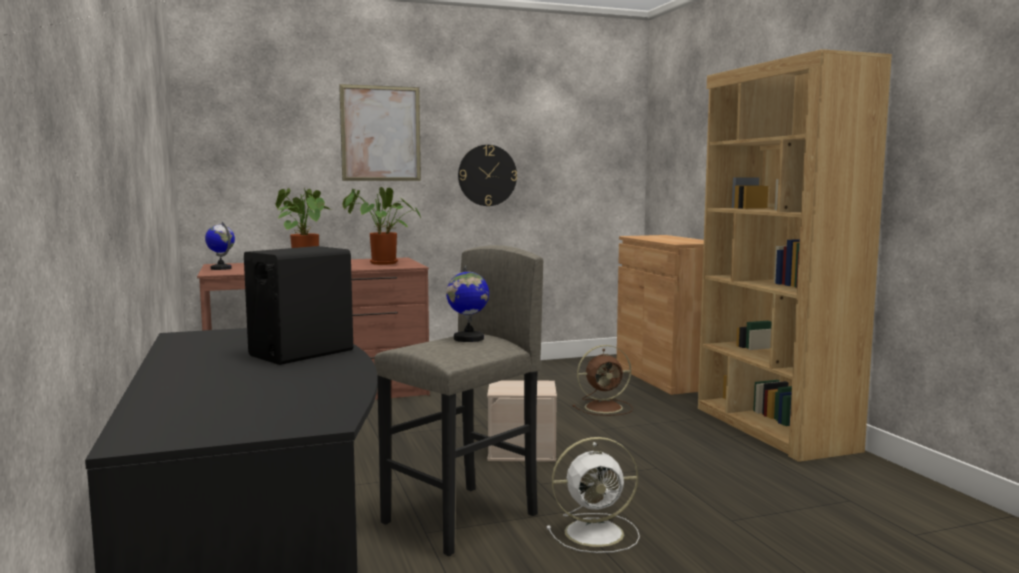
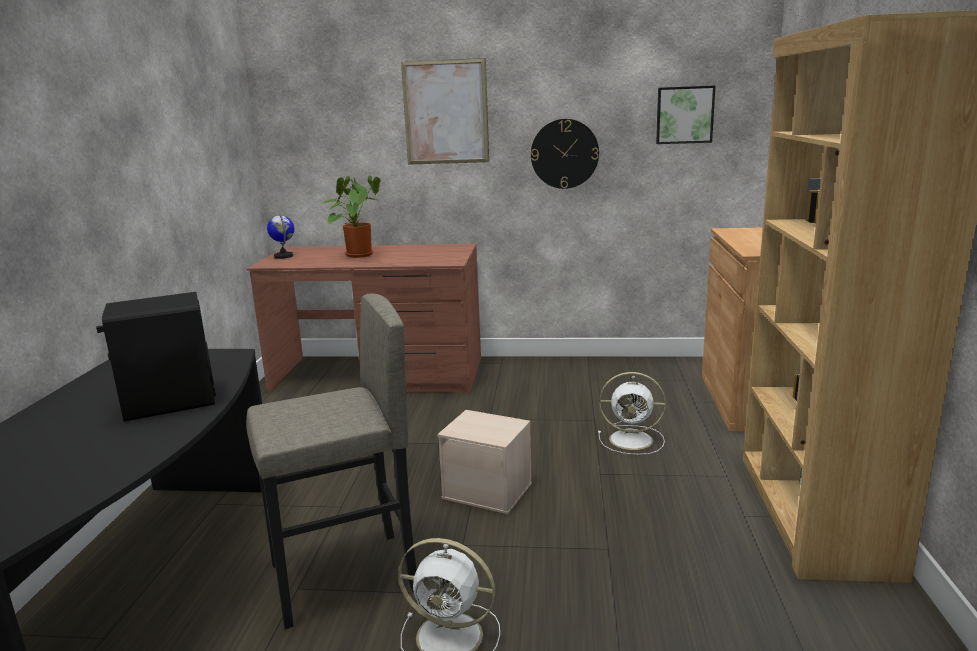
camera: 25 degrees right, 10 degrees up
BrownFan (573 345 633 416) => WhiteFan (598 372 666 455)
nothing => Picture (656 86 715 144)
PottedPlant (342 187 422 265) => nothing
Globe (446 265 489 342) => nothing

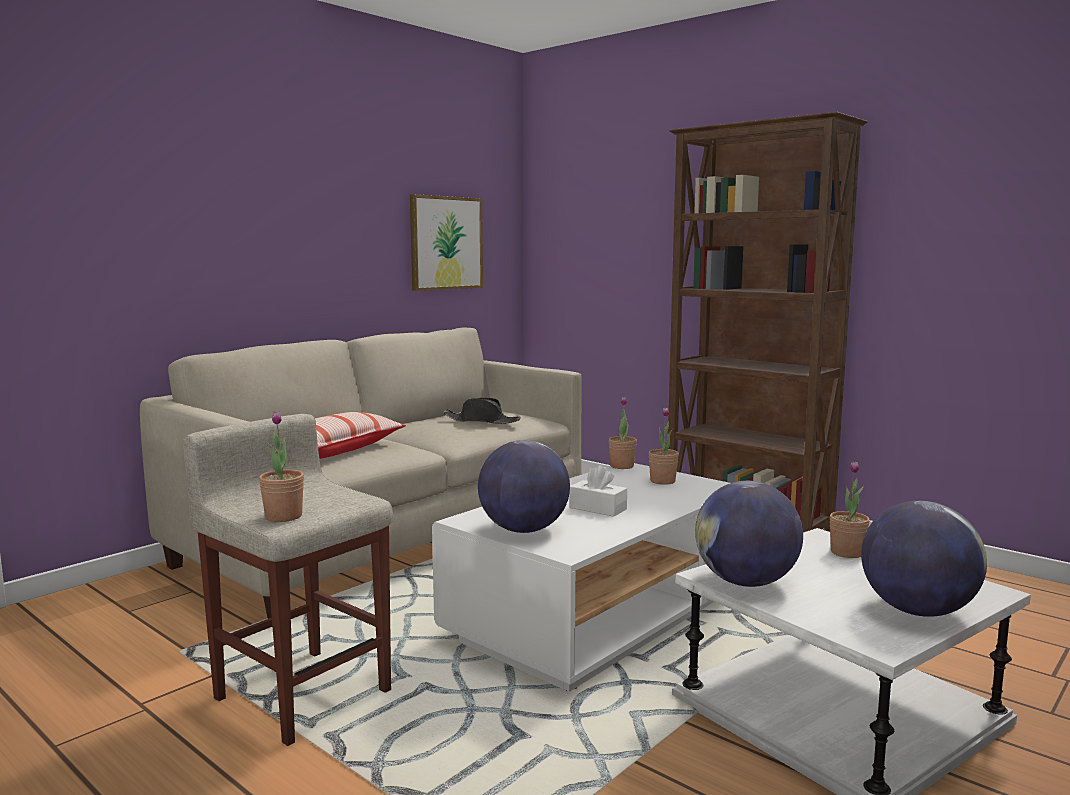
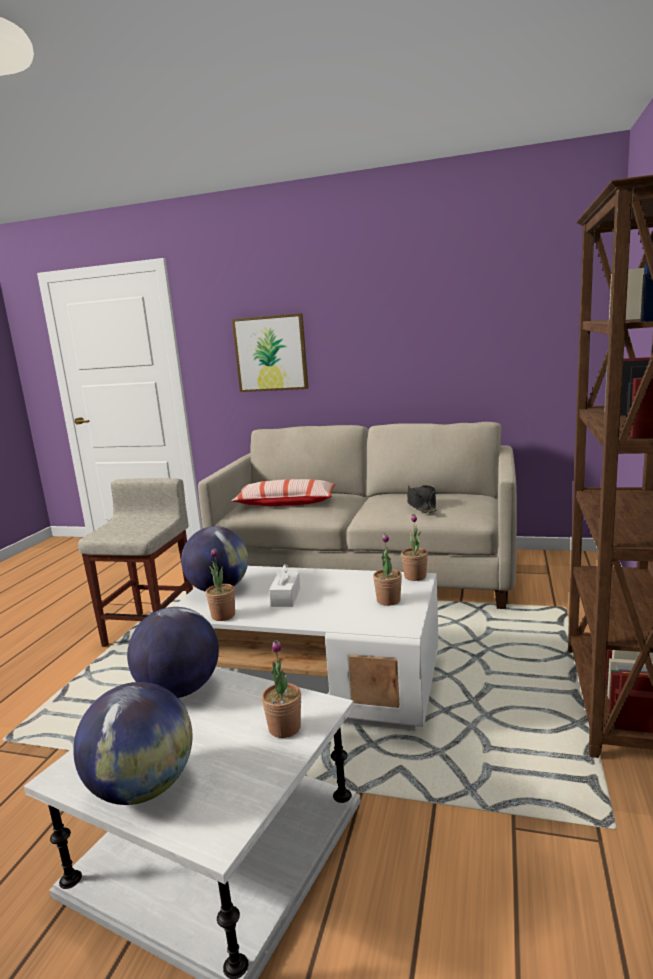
camera: 65 degrees right, 5 degrees up
PottedPlant (259 411 304 522) => PottedPlant (206 548 235 621), relocated
Picture (410 194 483 291) => Picture (232 313 309 392), relocated

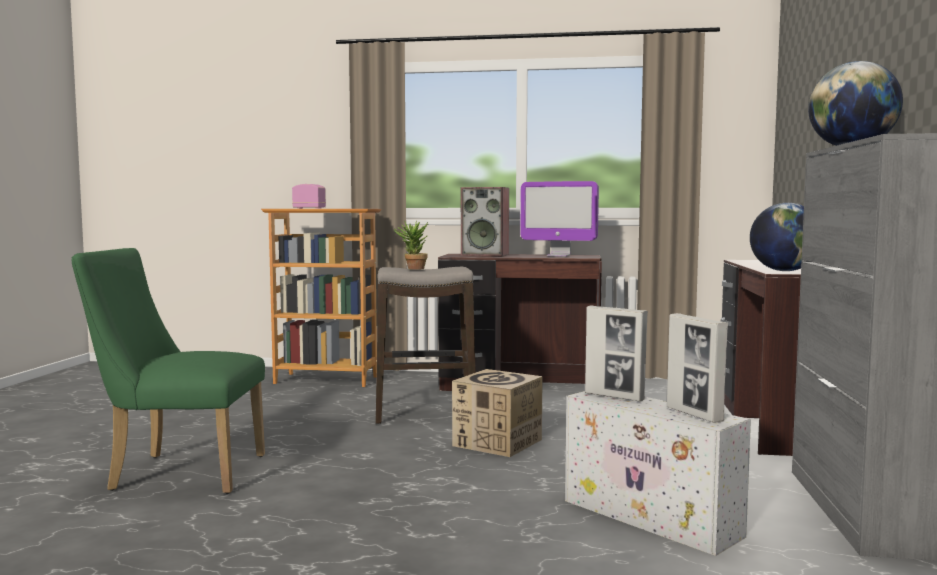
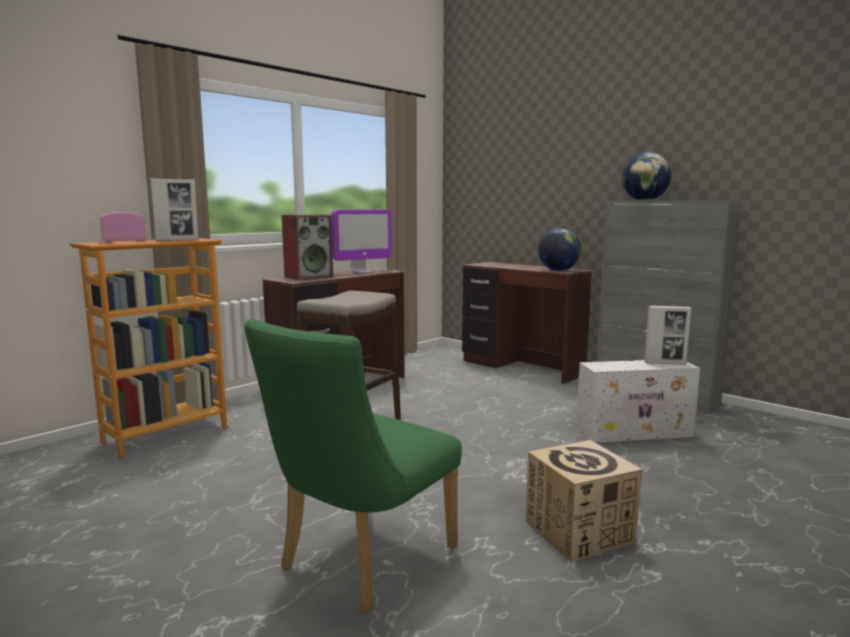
camera: 55 degrees left, 5 degrees up
PictureFrame (585 305 648 402) => PictureFrame (150 178 199 241), relocated
CardboardBox (452 369 543 457) => CardboardBox (526 440 643 562), relocated
PottedPlant (394 220 428 270) => nothing

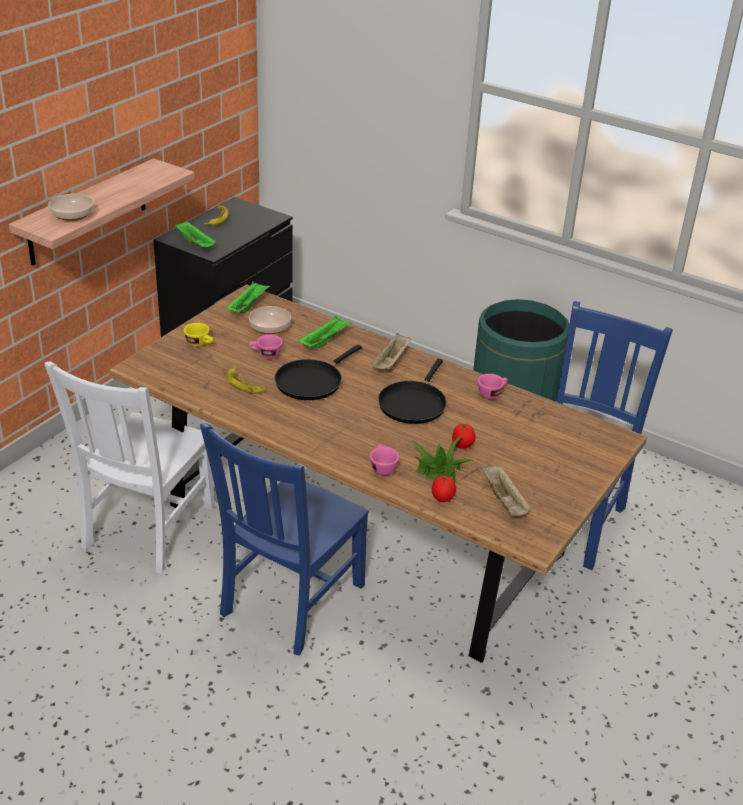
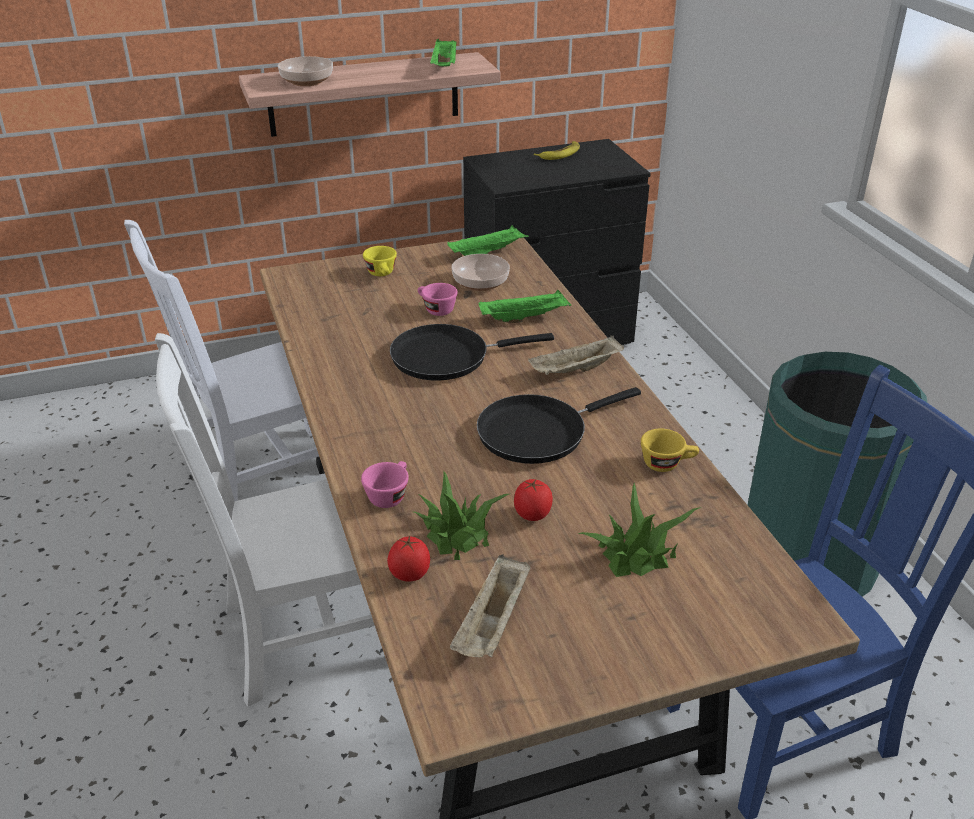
camera: 40 degrees right, 0 degrees up
BlueChair (200 423 369 656) => WhiteChair (155 333 375 707)
GreenTray (175 221 216 247) => GreenTray (430 39 457 67), relocated
nothing => PottedPlant (578 483 701 577)
PinkCup (478 374 508 399) => YellowCup (641 429 699 472)
Banana (227 366 265 394) => nothing

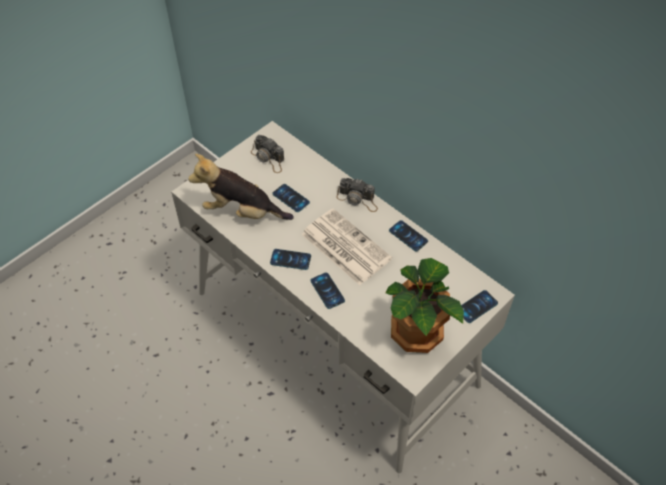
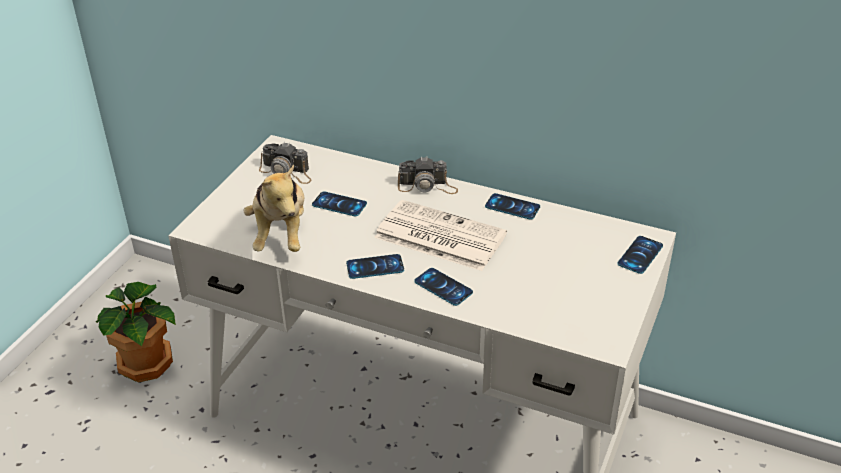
camera: 20 degrees left, 15 degrees down
PottedPlant (386 258 464 353) => PottedPlant (95 282 176 383), relocated
PlushToy (188 154 294 220) => PlushToy (244 165 304 252), 90 degrees counterclockwise

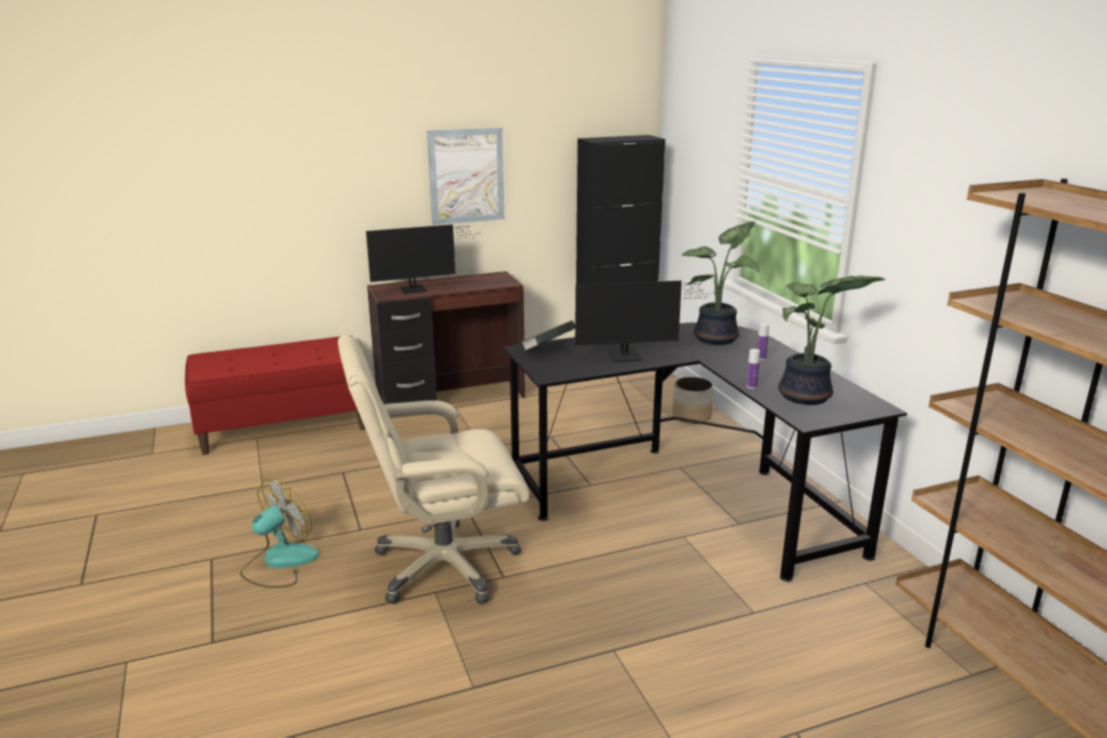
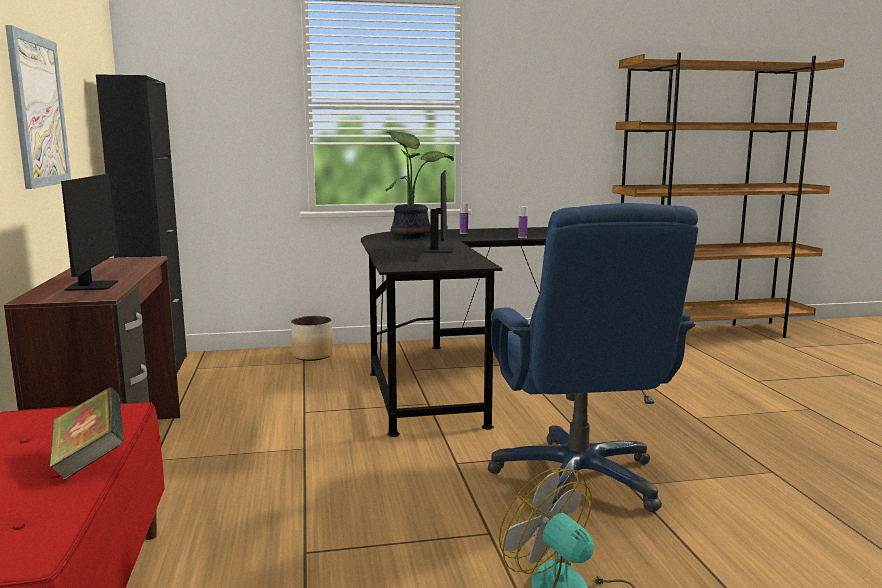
camera: 80 degrees left, 10 degrees down
Book (521 320 575 351) => Book (50 387 124 481), relocated
BeigeOfficeChair (338 335 530 604) => BlueOfficeChair (488 203 698 512)
PottedPlant (778 275 886 405) => nothing

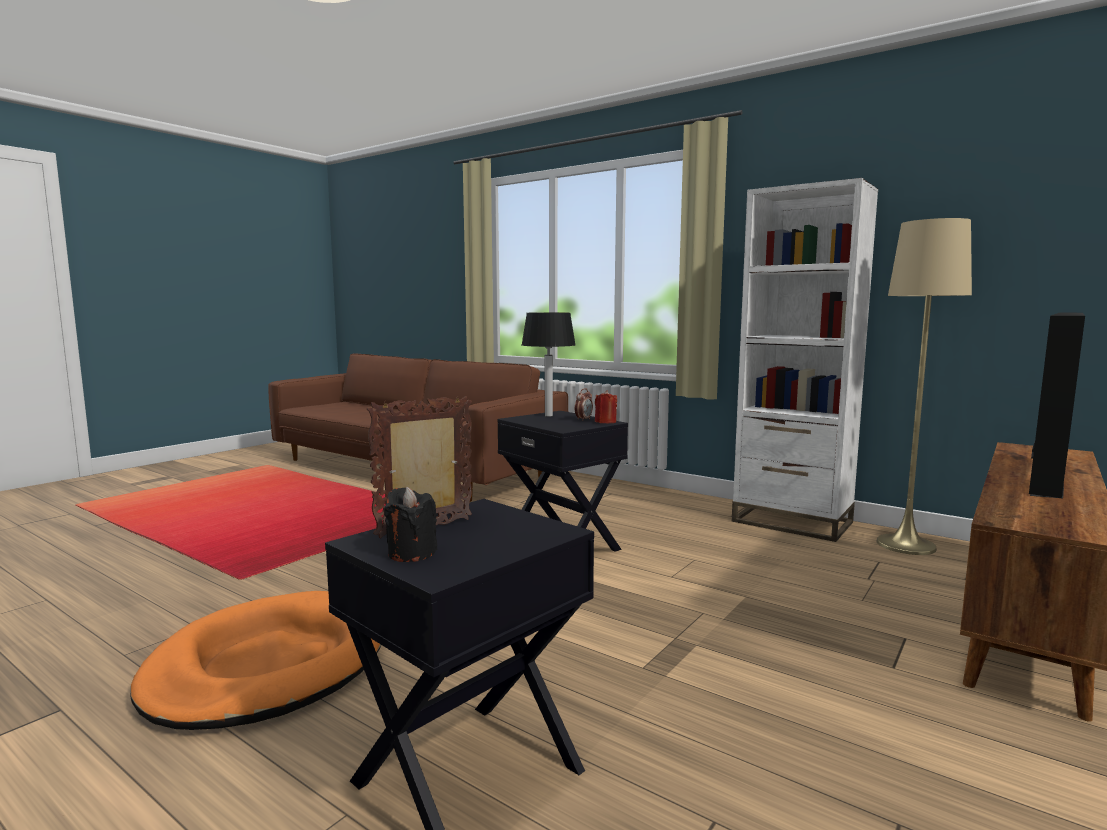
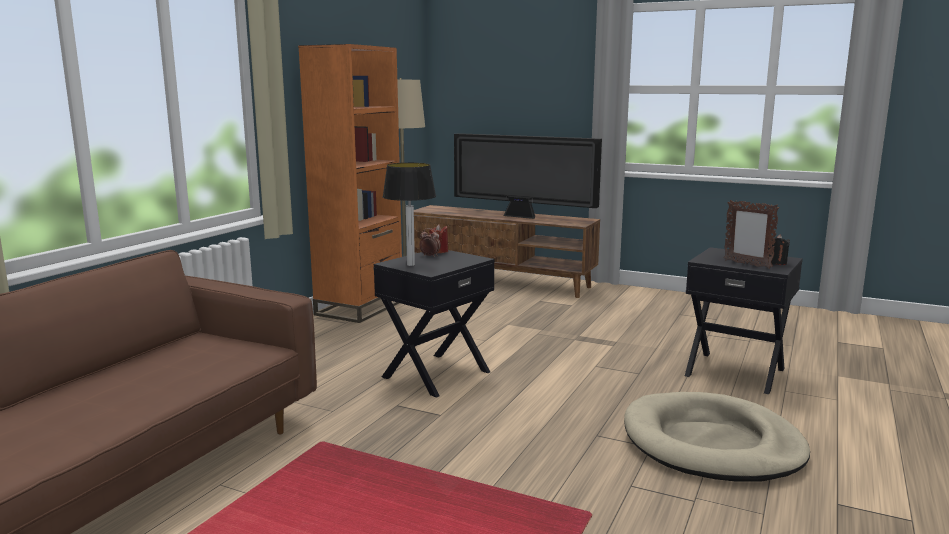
camera: 100 degrees left, 5 degrees up
WhiteBookcase (732 178 878 542) => OrangeBookcase (298 44 402 323)
OrangeDogBed (130 591 381 730) => BeigeDogBed (624 392 810 481)

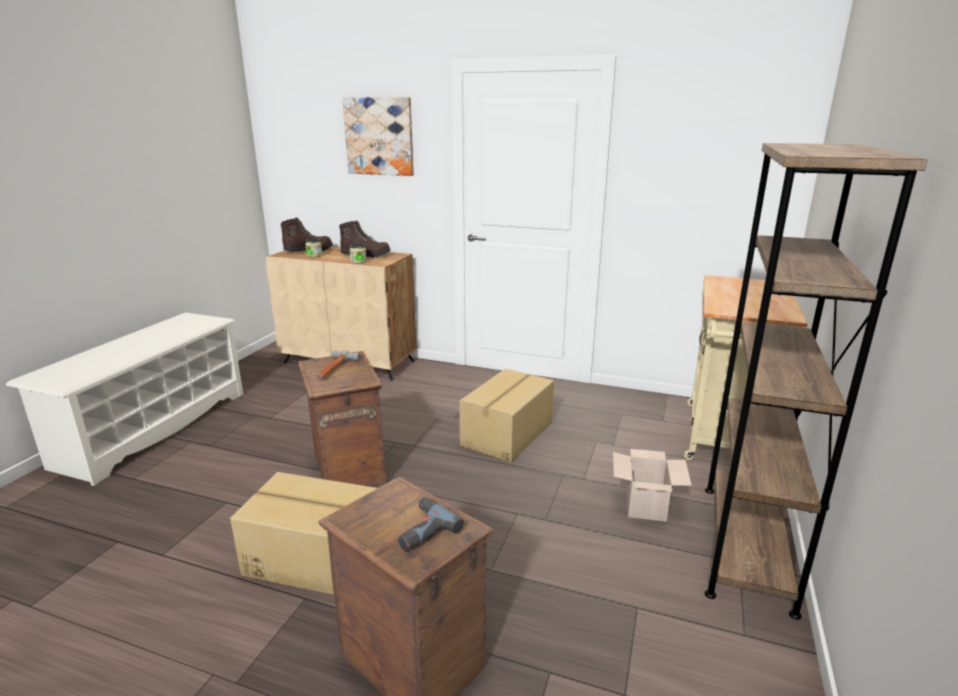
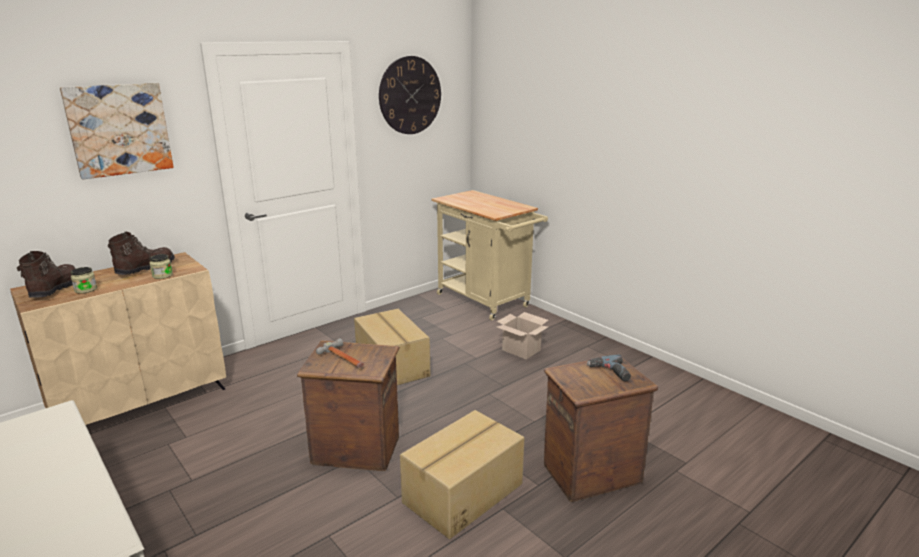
camera: 60 degrees left, 0 degrees up
nothing => WallClock (379 56 441 134)
BrownBookcase (705 143 928 620) => nothing

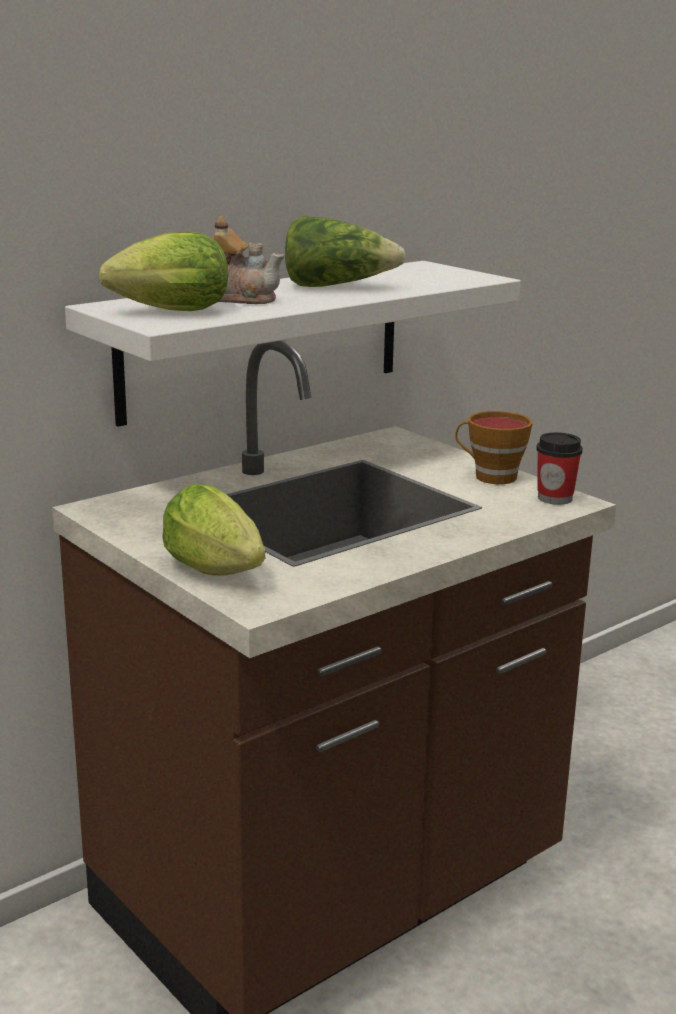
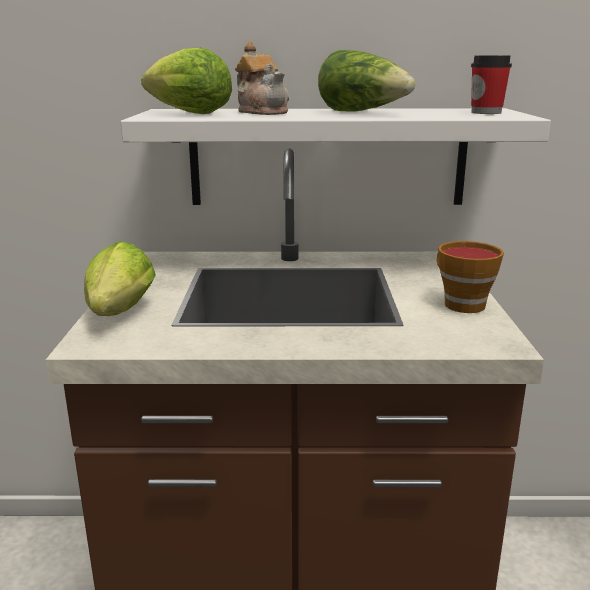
camera: 40 degrees right, 0 degrees up
Cup (536 432 583 505) => Cup (471 56 512 114), relocated

